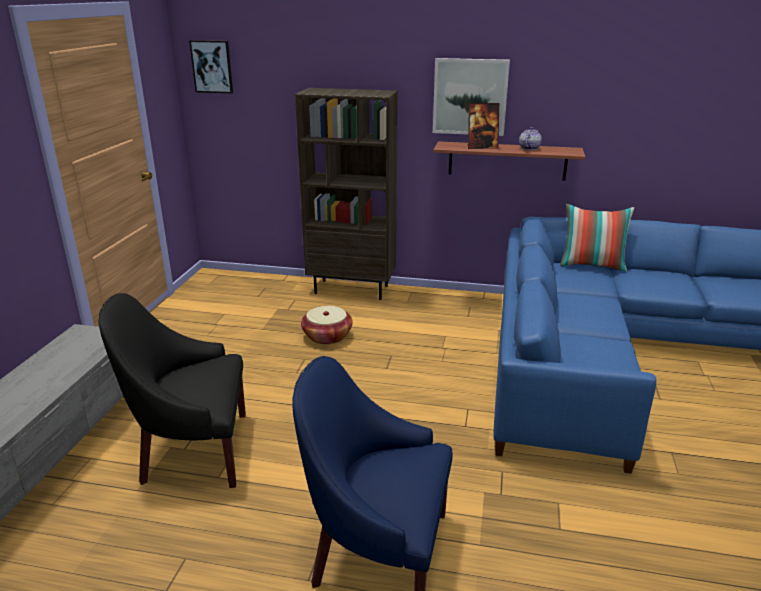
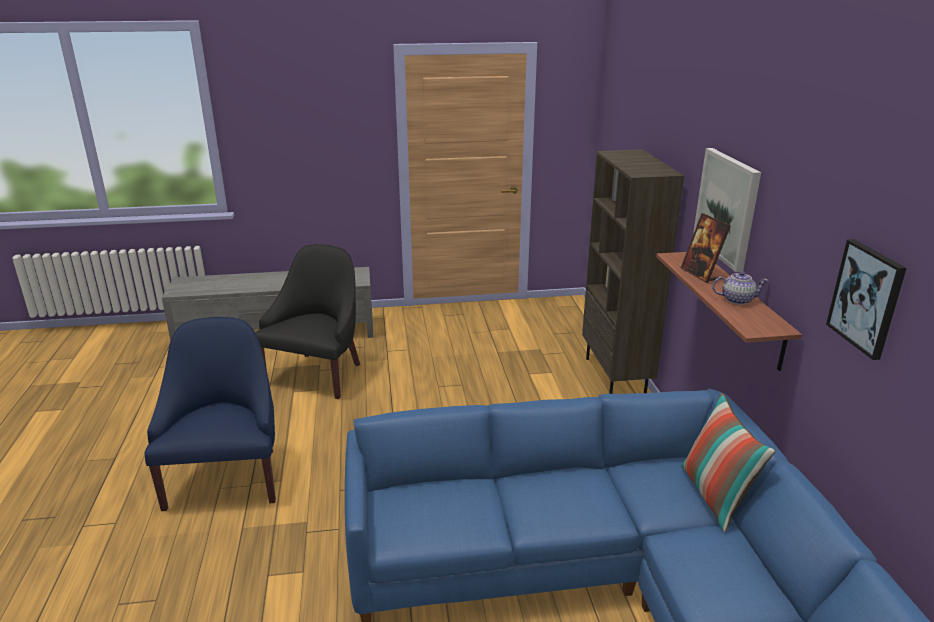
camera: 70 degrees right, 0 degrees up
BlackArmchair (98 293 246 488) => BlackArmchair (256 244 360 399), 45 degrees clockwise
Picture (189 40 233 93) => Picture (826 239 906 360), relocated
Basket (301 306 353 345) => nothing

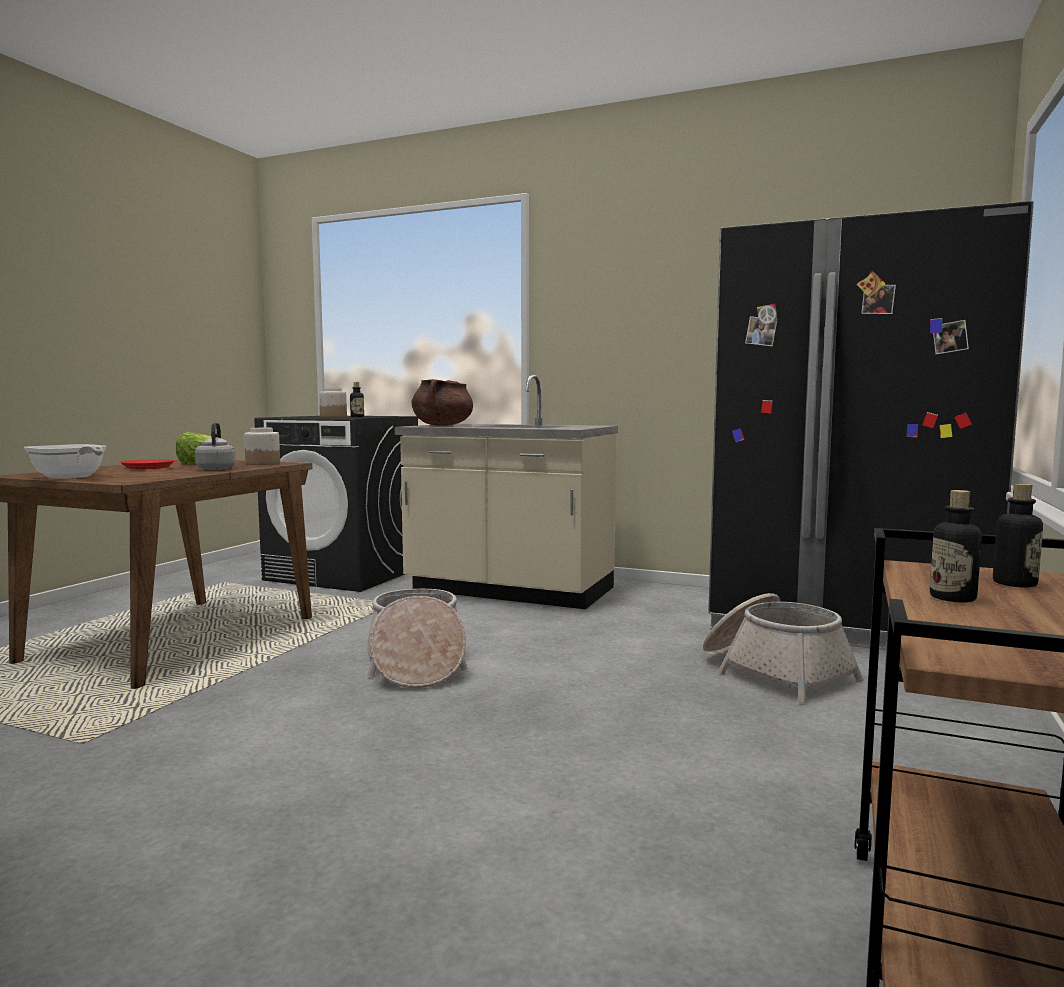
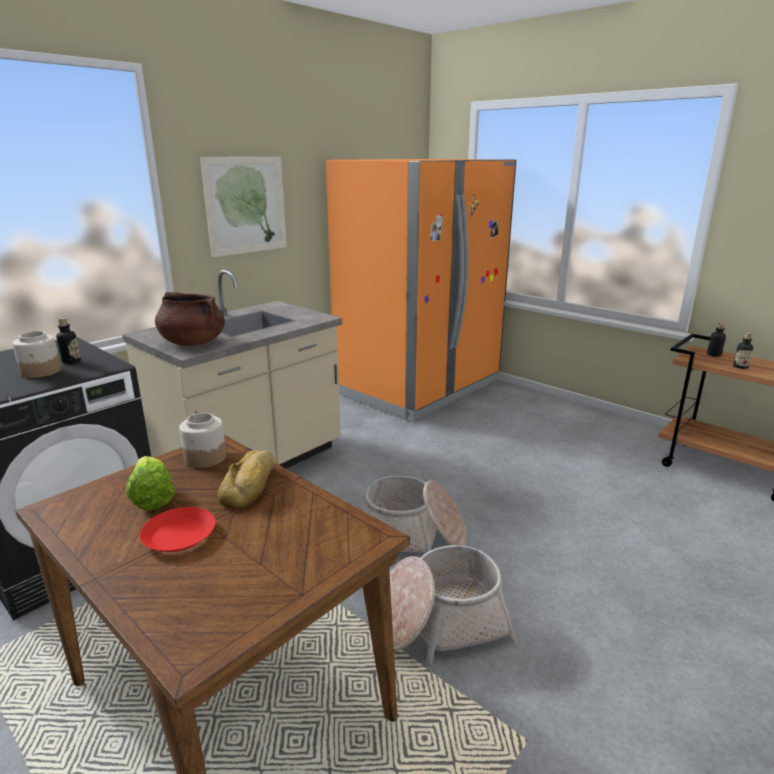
camera: 70 degrees left, 15 degrees up
nothing => Picture (200 157 287 257)
GreyKettle (195 423 236 470) => Bread (218 450 275 509)
BlackFridge (708 201 1034 650) => OrangeFridge (326 159 516 421)
Basket (703 593 863 703) => Basket (390 545 517 663), relocated
FryingPan (24 444 106 479) => nothing

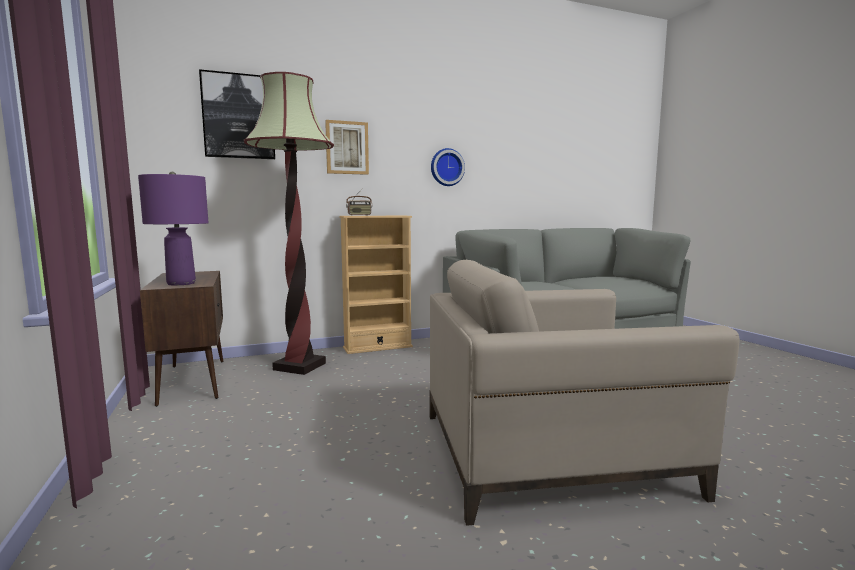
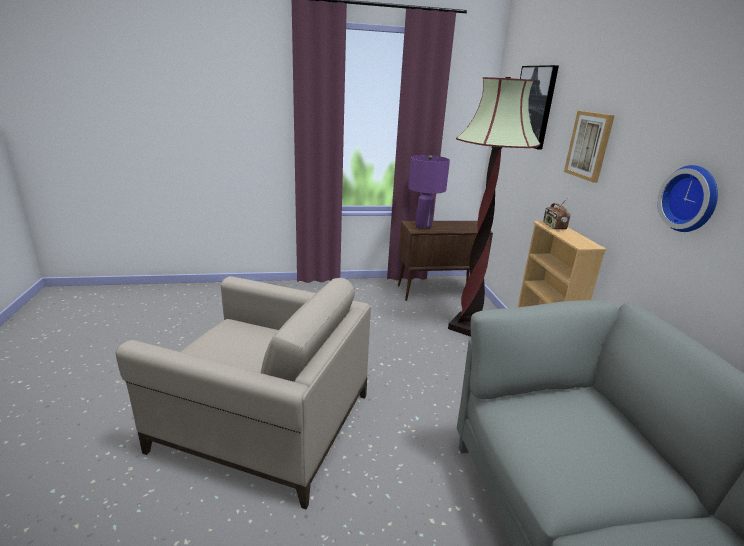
camera: 100 degrees right, 15 degrees up
BeigeArmchair (430 260 740 526) => BeigeArmchair (116 276 371 509), 105 degrees clockwise

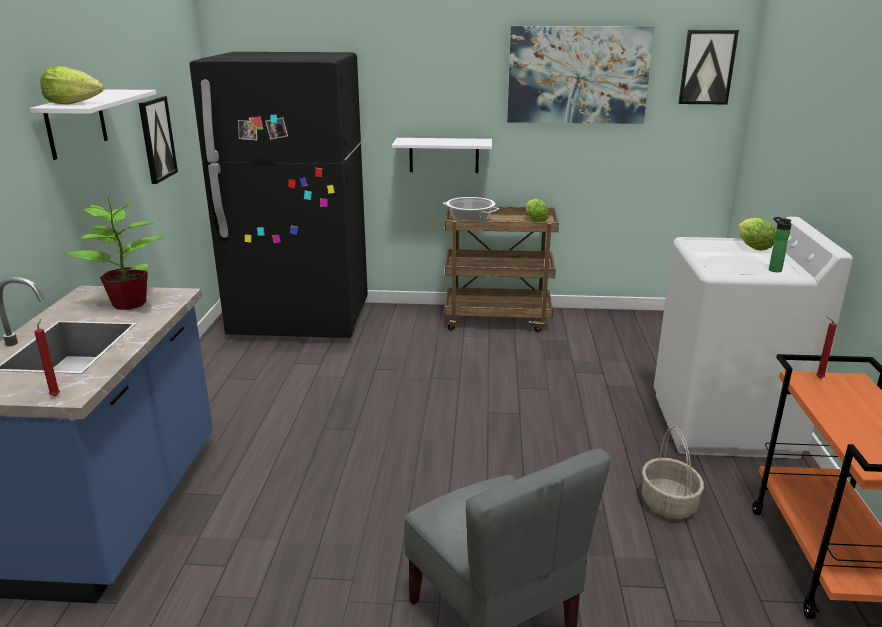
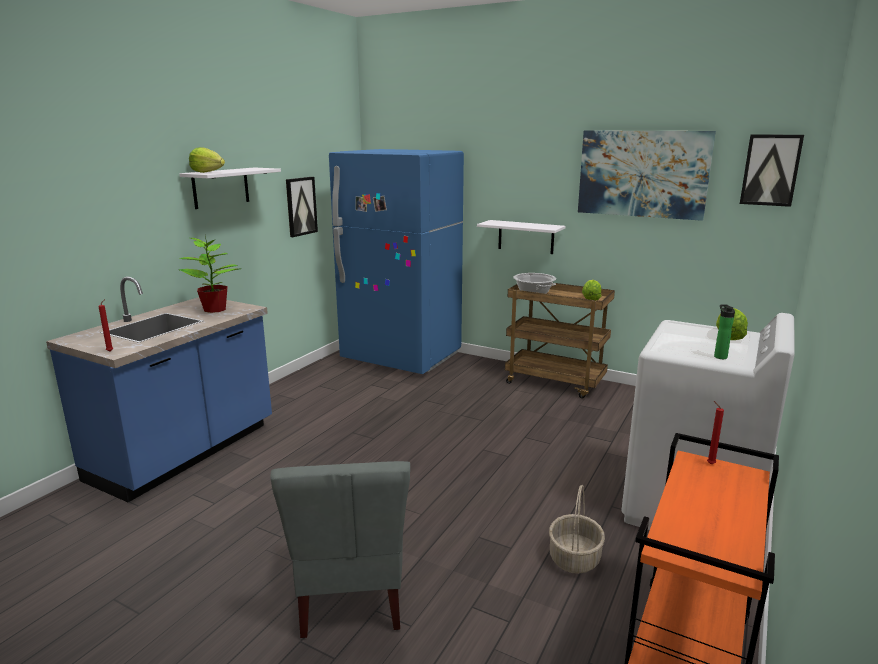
camera: 25 degrees right, 5 degrees down
BlackFridge (189 52 368 338) => BlueFridge (329 149 464 374)

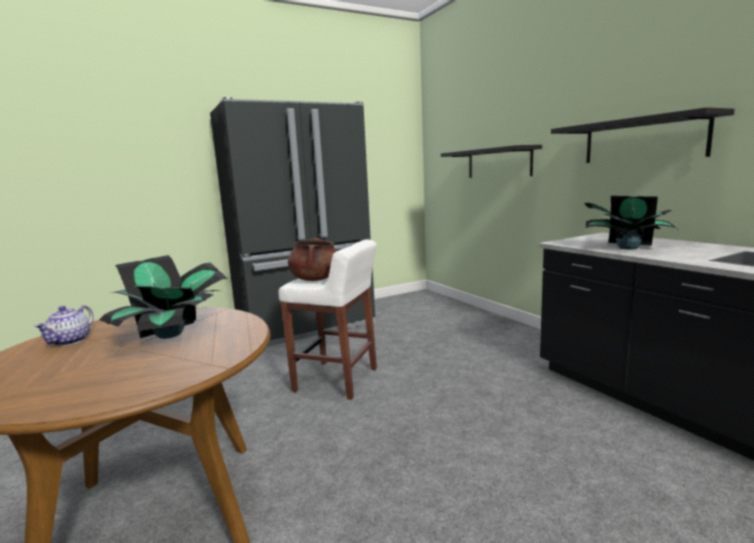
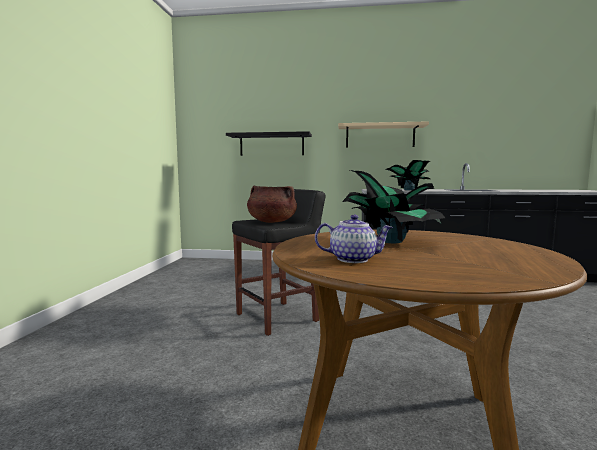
camera: 55 degrees left, 5 degrees down
WhiteStool (279 240 377 400) => BlackStool (232 189 326 336)
Teapot (34 305 94 346) => Teapot (315 214 393 263), 45 degrees counterclockwise
BlackShelf (551 107 735 163) => BeigeShelf (338 121 429 148)
BlackFridge (210 97 375 347) => nothing

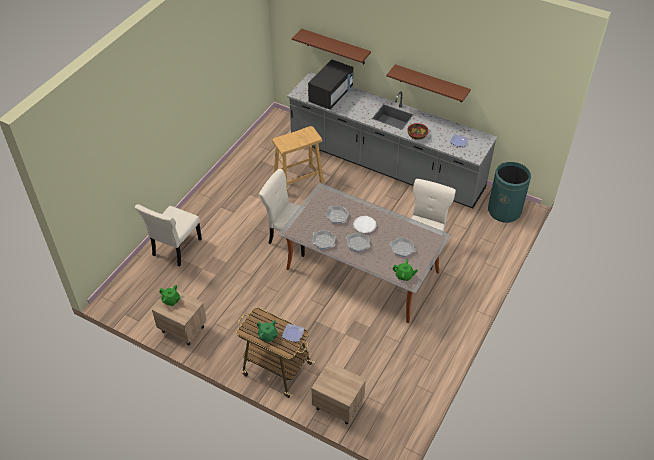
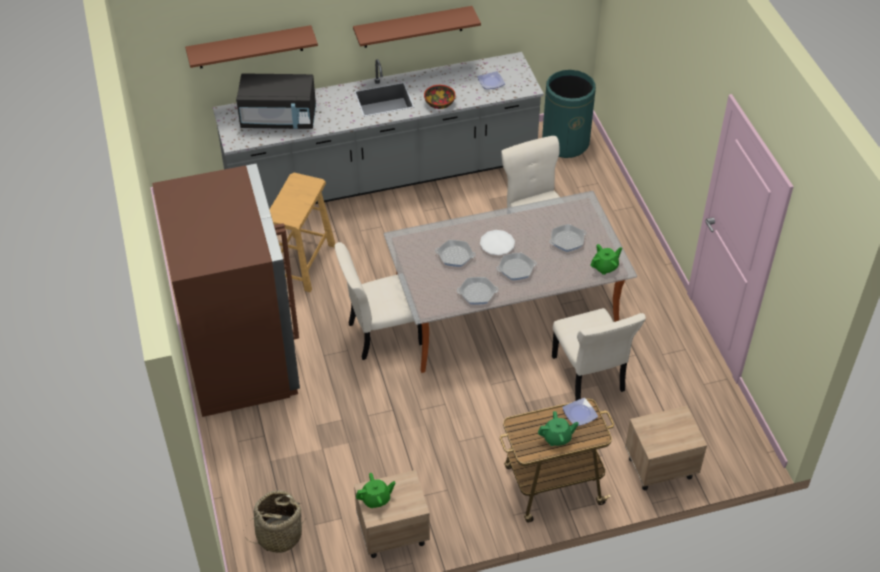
camera: 45 degrees left, 0 degrees up
nothing => BrownFridge (152 164 300 417)
BlackMicrowave (308 59 353 110) => BlackMicrowave (236 73 316 129), 105 degrees clockwise
nothing => Basket (245 490 305 553)
BeigeChair (135 204 202 267) => BeigeChair (552 308 646 401), relocated

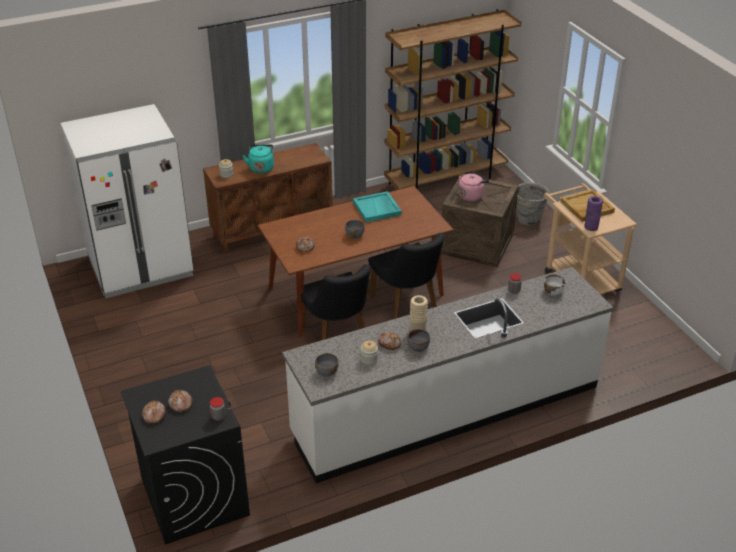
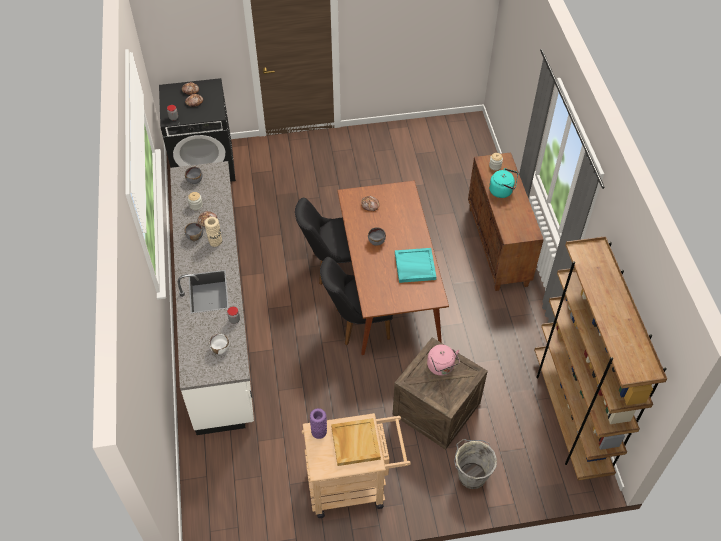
camera: 105 degrees right, 15 degrees up
WhiteFridge (60 104 194 298) => nothing

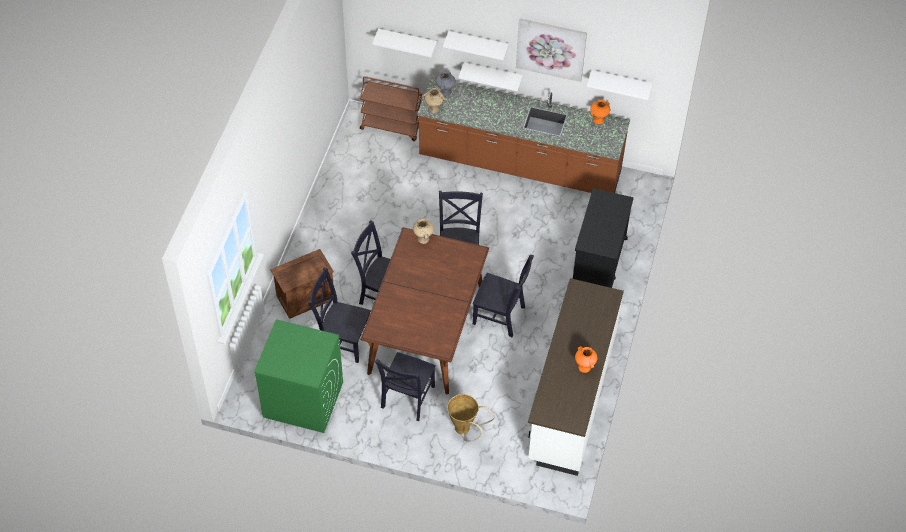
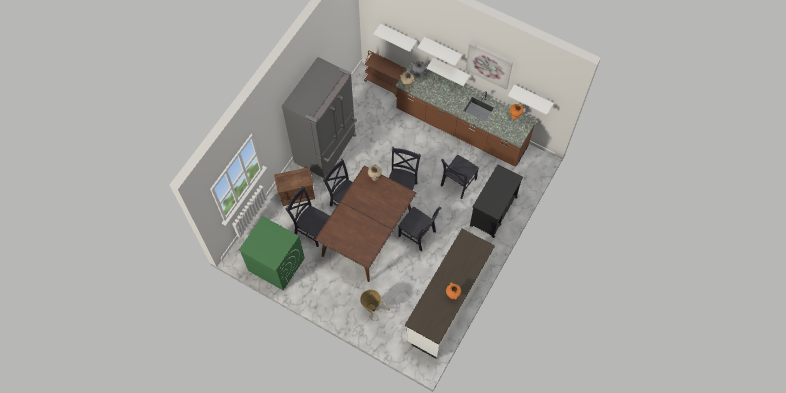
camera: 15 degrees right, 10 degrees up
nothing => GreyFridge (282 57 357 178)
BlackChair (375 352 436 421) => BlackChair (441 154 479 199), relocated

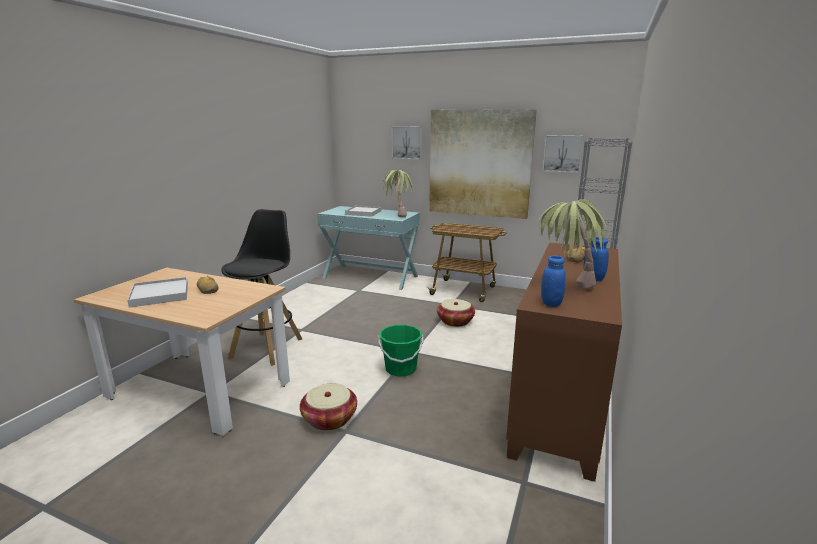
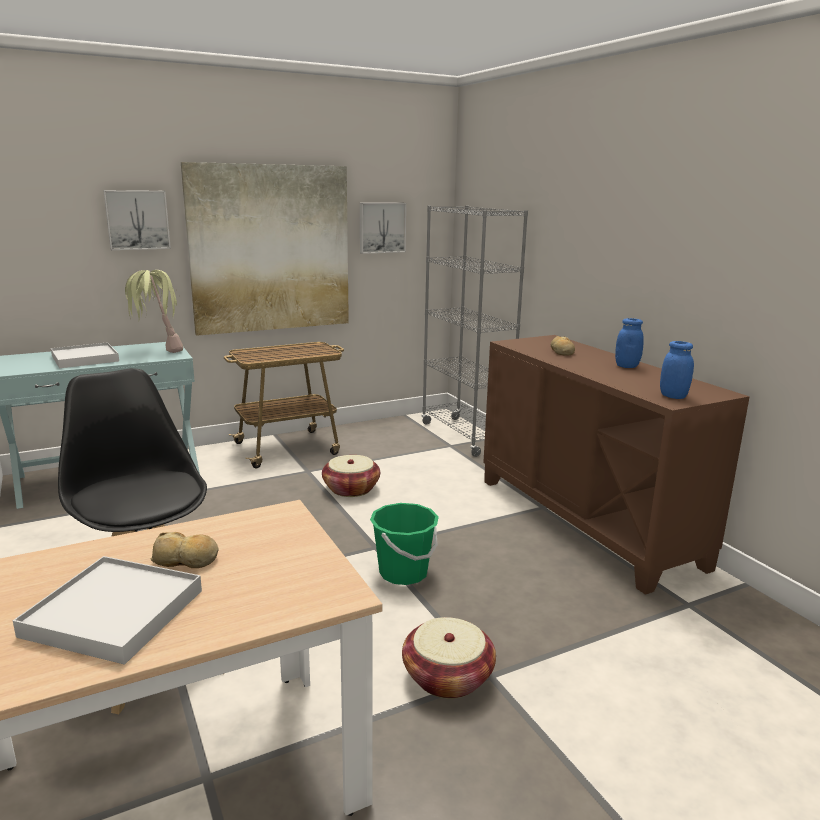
camera: 50 degrees left, 0 degrees up
PottedPlant (536 199 607 289) => nothing

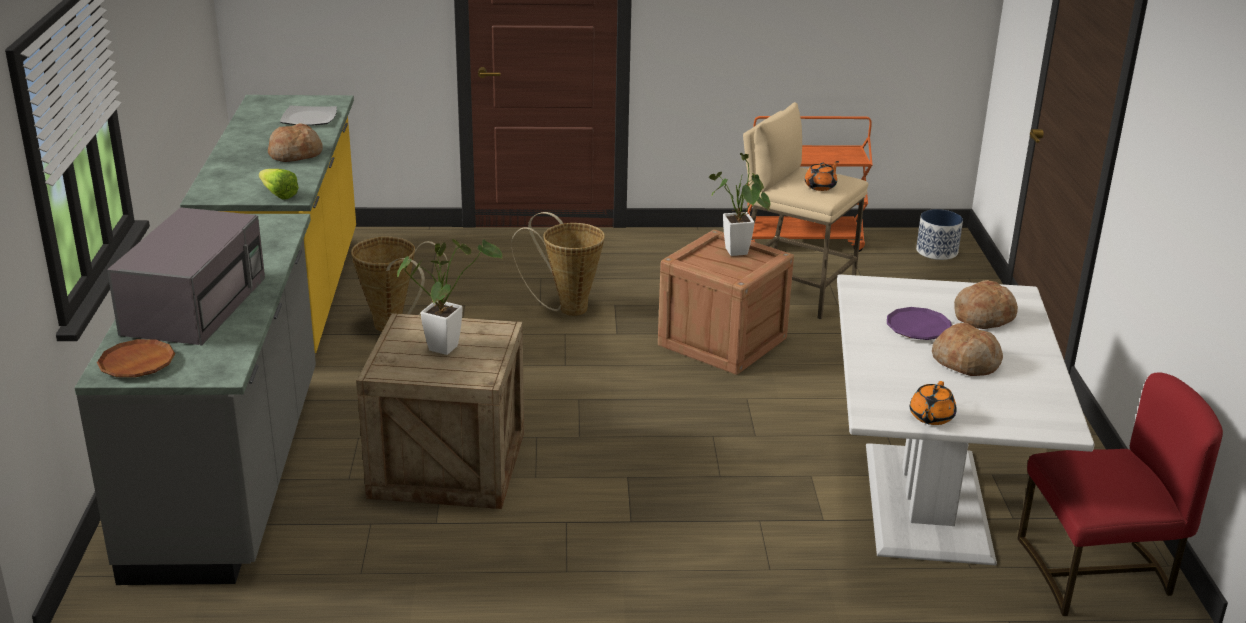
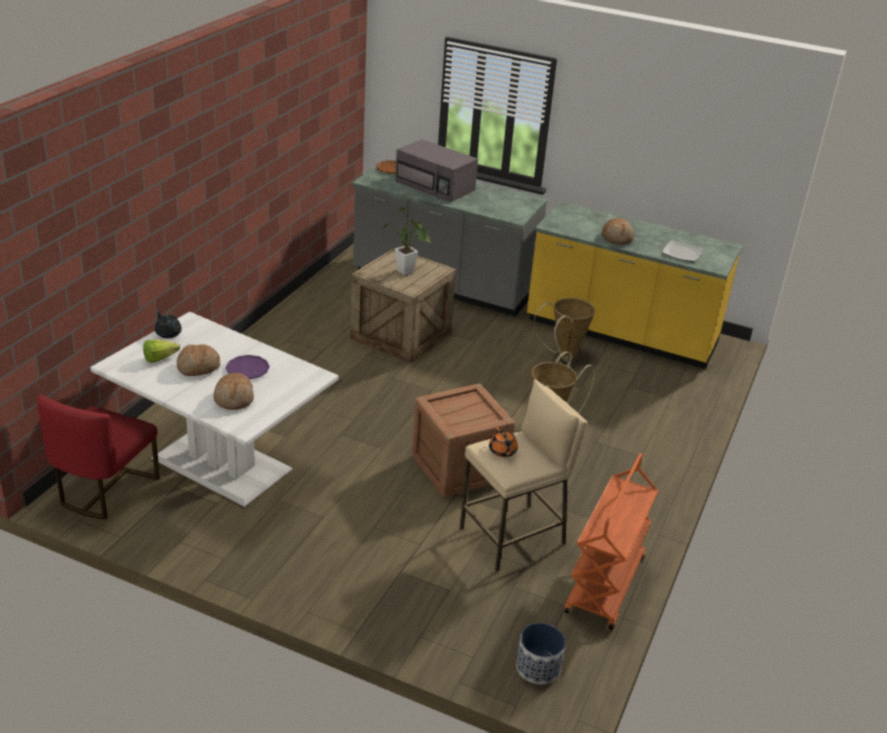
camera: 115 degrees right, 5 degrees up
Lettuce (259 169 299 200) => Lettuce (143 340 180 363), relocated
OrangeTeapot (910 381 957 425) => BlackTeapot (155 311 182 338)
PottedPlant (709 153 770 256) => nothing

